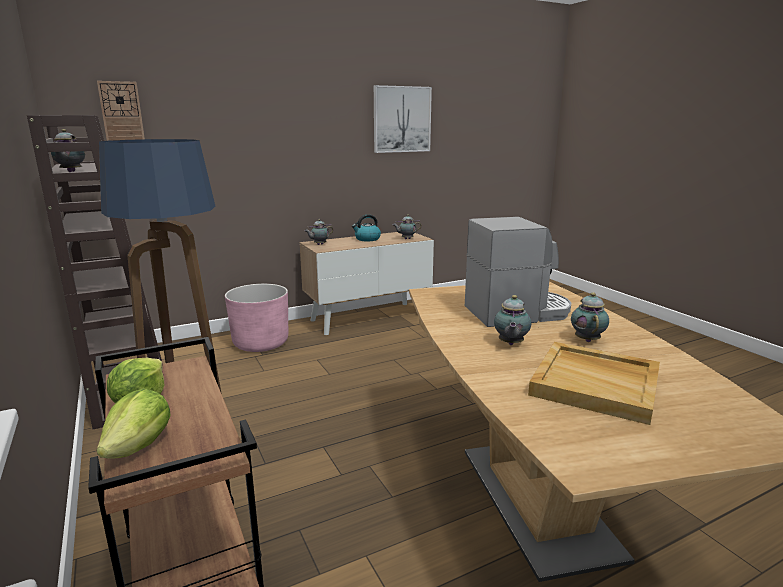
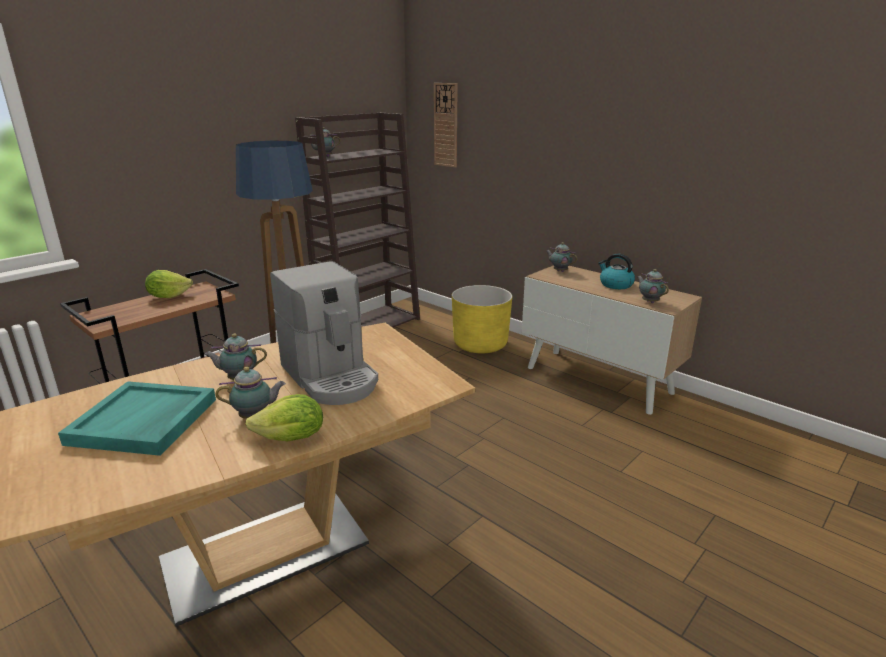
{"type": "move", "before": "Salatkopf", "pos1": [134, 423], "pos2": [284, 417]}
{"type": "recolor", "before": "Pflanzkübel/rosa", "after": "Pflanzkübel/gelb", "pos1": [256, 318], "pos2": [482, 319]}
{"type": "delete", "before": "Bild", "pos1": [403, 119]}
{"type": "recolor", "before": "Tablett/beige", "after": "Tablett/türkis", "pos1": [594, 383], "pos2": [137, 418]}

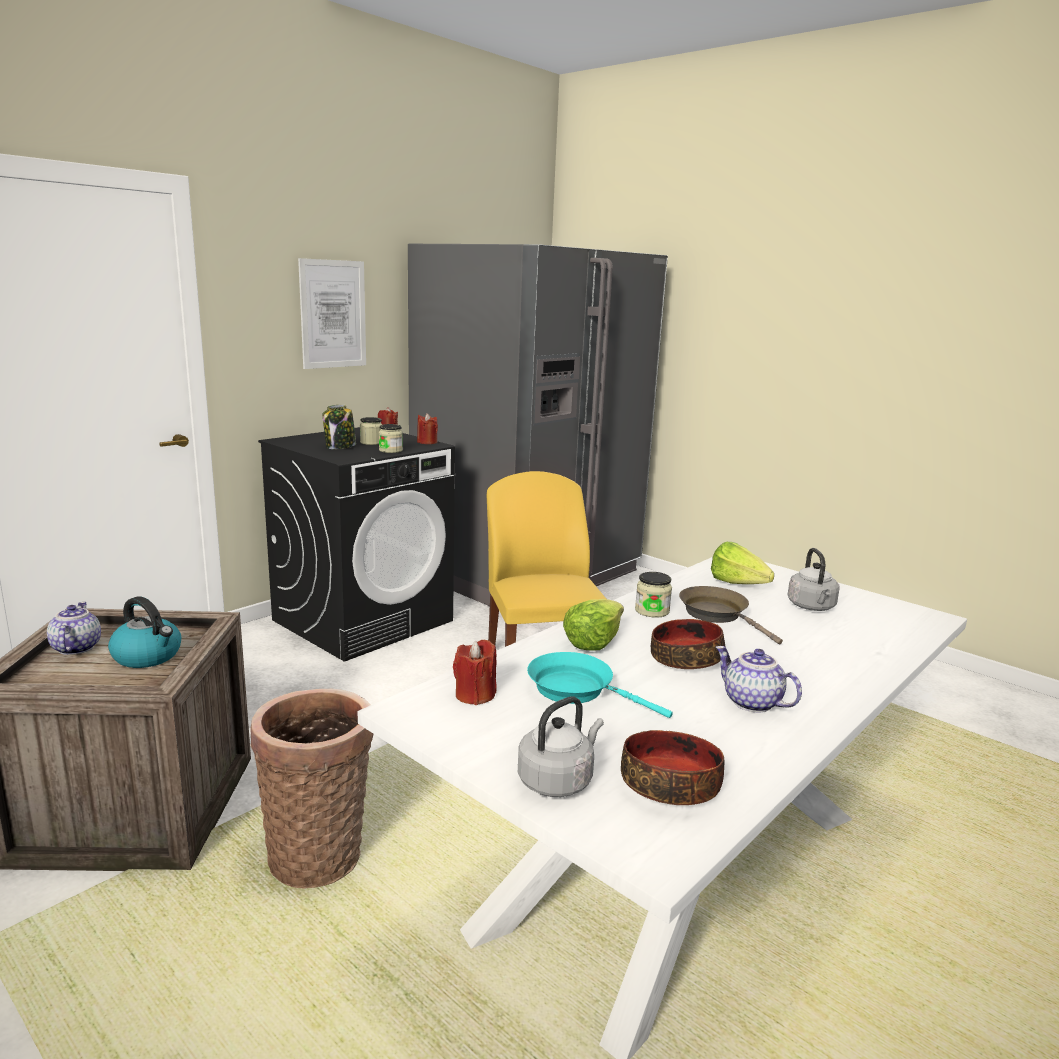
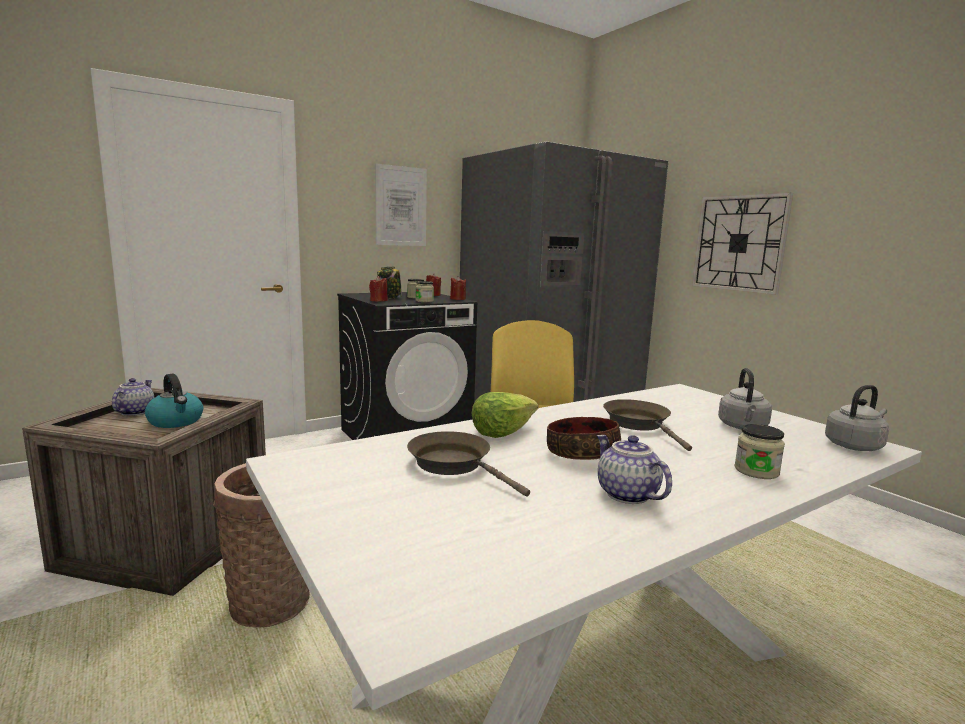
{"type": "move", "before": "Kerze/rot", "pos1": [475, 672], "pos2": [378, 288]}
{"type": "move", "before": "Wasserkessel/grau", "pos1": [561, 746], "pos2": [857, 418]}
{"type": "recolor", "before": "Pfanne/türkis", "after": "Pfanne/braun", "pos1": [600, 685], "pos2": [468, 464]}
{"type": "delete", "before": "Schüssel", "pos1": [672, 767]}
{"type": "move", "before": "Vorratsglas", "pos1": [653, 595], "pos2": [759, 451]}
{"type": "delete", "before": "Salatkopf", "pos1": [742, 563]}
{"type": "insert", "after": "Wanduhr", "pos2": [742, 243]}

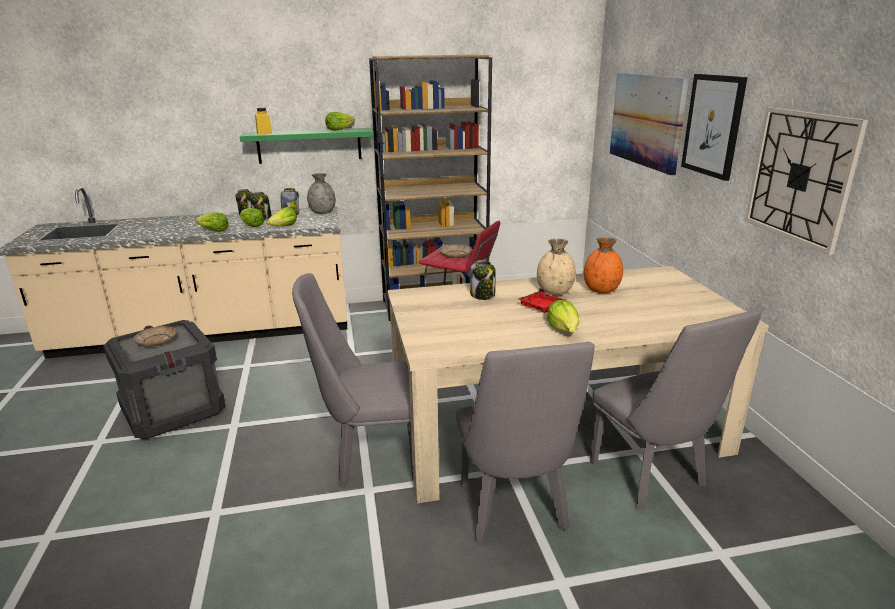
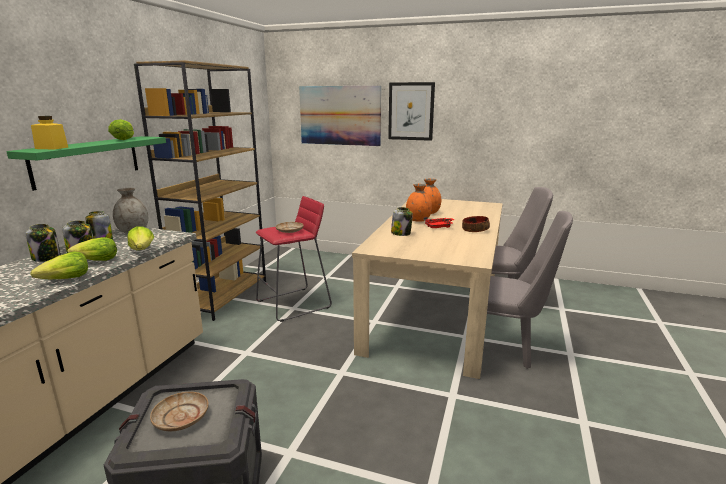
{"type": "delete", "before": "Stuhl/grau", "pos1": [352, 380]}
{"type": "recolor", "before": "Vase/beige", "after": "Vase/orange", "pos1": [556, 266], "pos2": [419, 203]}
{"type": "replace", "before": "Salatkopf", "after": "Schüssel", "pos1": [563, 316], "pos2": [476, 224]}
{"type": "delete", "before": "Wanduhr", "pos1": [806, 181]}

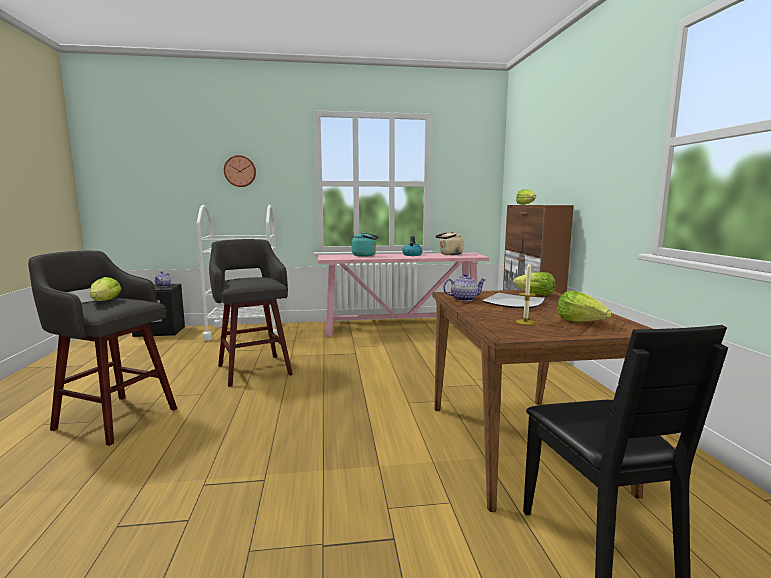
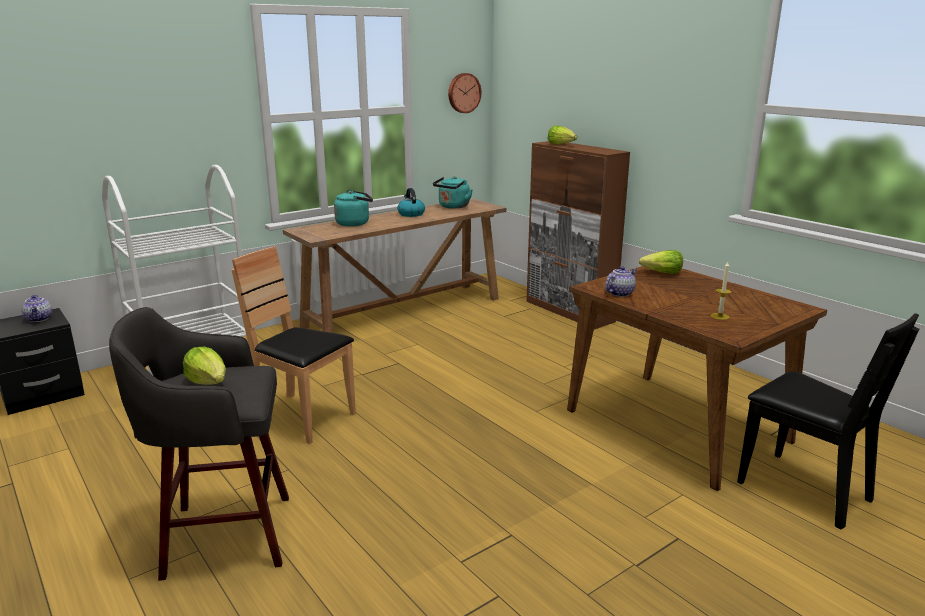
{"type": "replace", "before": "Hocker/grau", "after": "Stuhl/braun", "pos1": [251, 313], "pos2": [294, 345]}
{"type": "move", "before": "Wanduhr", "pos1": [240, 171], "pos2": [464, 93]}
{"type": "recolor", "before": "Konsolentisch/rosa", "after": "Konsolentisch/braun", "pos1": [403, 295], "pos2": [395, 265]}
{"type": "recolor", "before": "Wasserkessel/beige", "after": "Wasserkessel/türkis", "pos1": [450, 243], "pos2": [453, 192]}
{"type": "delete", "before": "Teller", "pos1": [513, 301]}
{"type": "delete", "before": "Salatkopf", "pos1": [584, 306]}

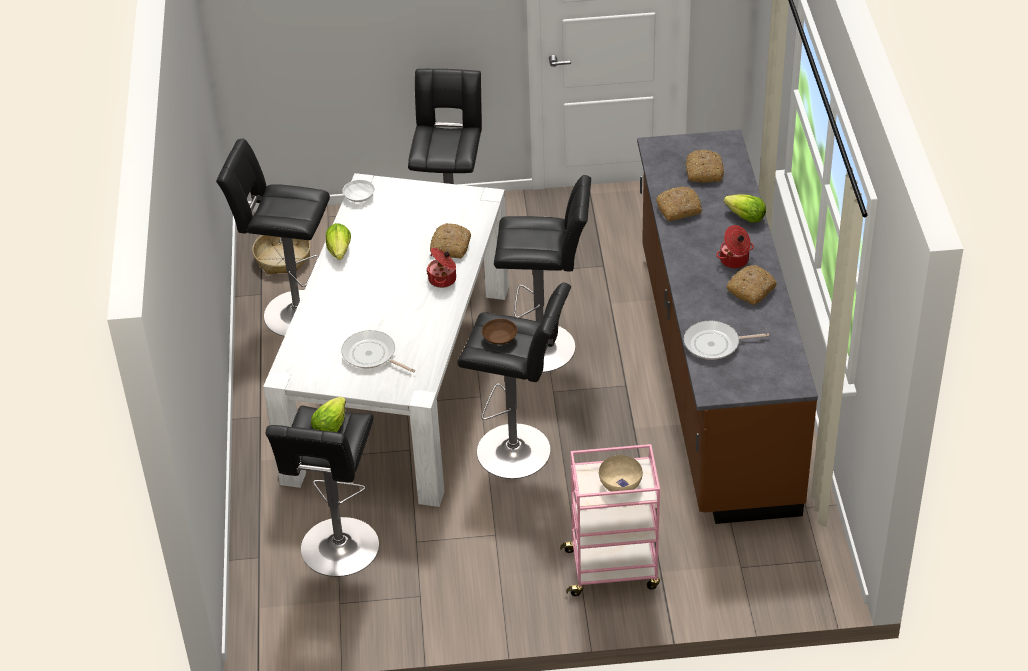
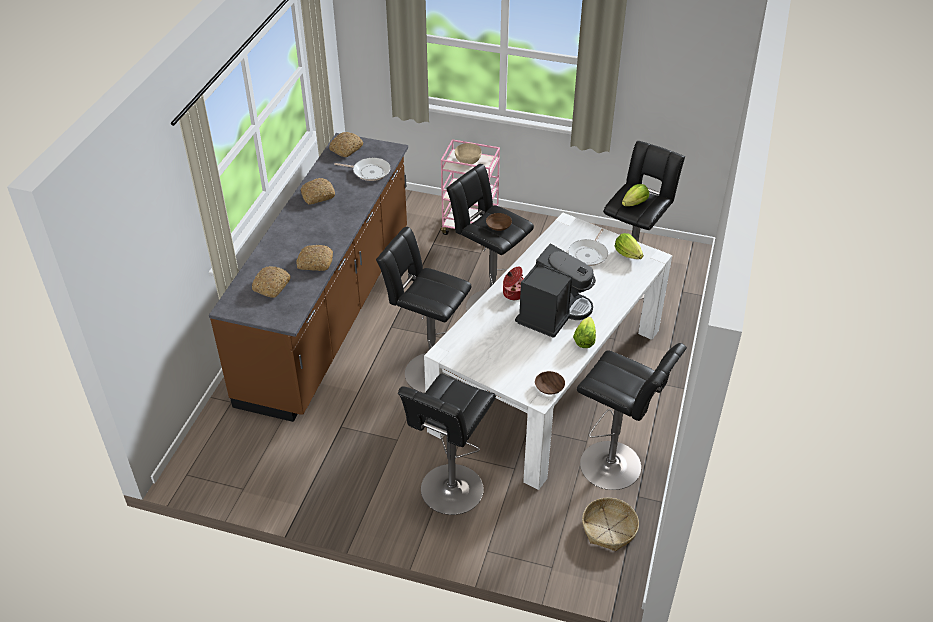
{"type": "rotate", "before": "Pfanne", "pos1": [378, 351], "pos2": [588, 247], "turn": 60}
{"type": "recolor", "before": "Schüssel/weiß", "after": "Schüssel/braun", "pos1": [358, 191], "pos2": [550, 383]}
{"type": "move", "before": "Brot", "pos1": [450, 240], "pos2": [346, 144]}
{"type": "delete", "before": "Kochtopf", "pos1": [735, 246]}
{"type": "move", "before": "Salatkopf", "pos1": [745, 208], "pos2": [629, 246]}
{"type": "insert", "after": "Kaffeemaschine", "pos2": [555, 290]}

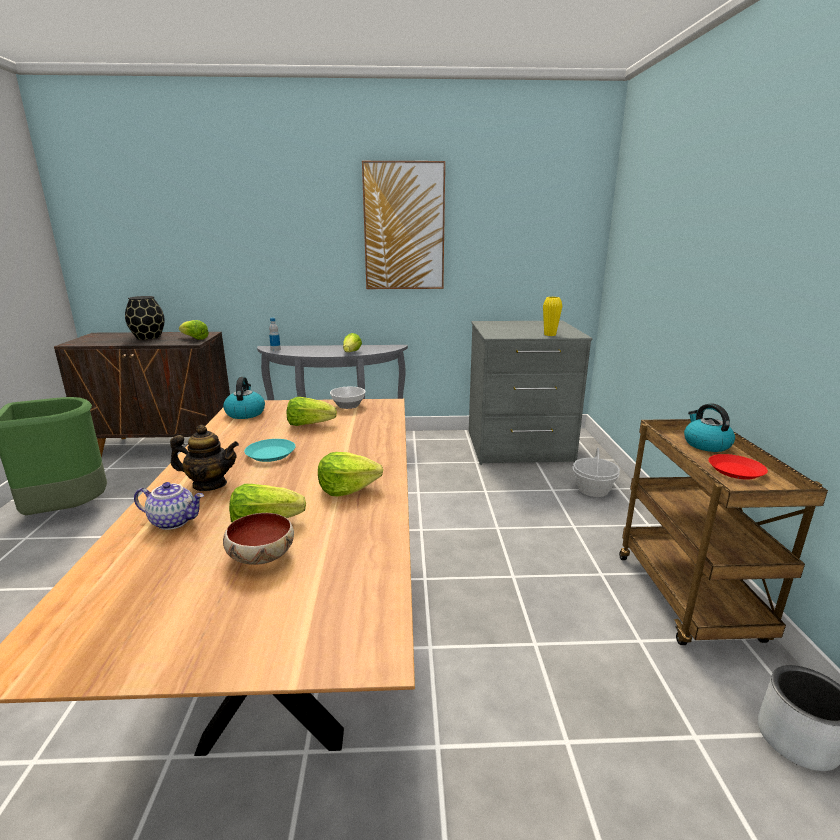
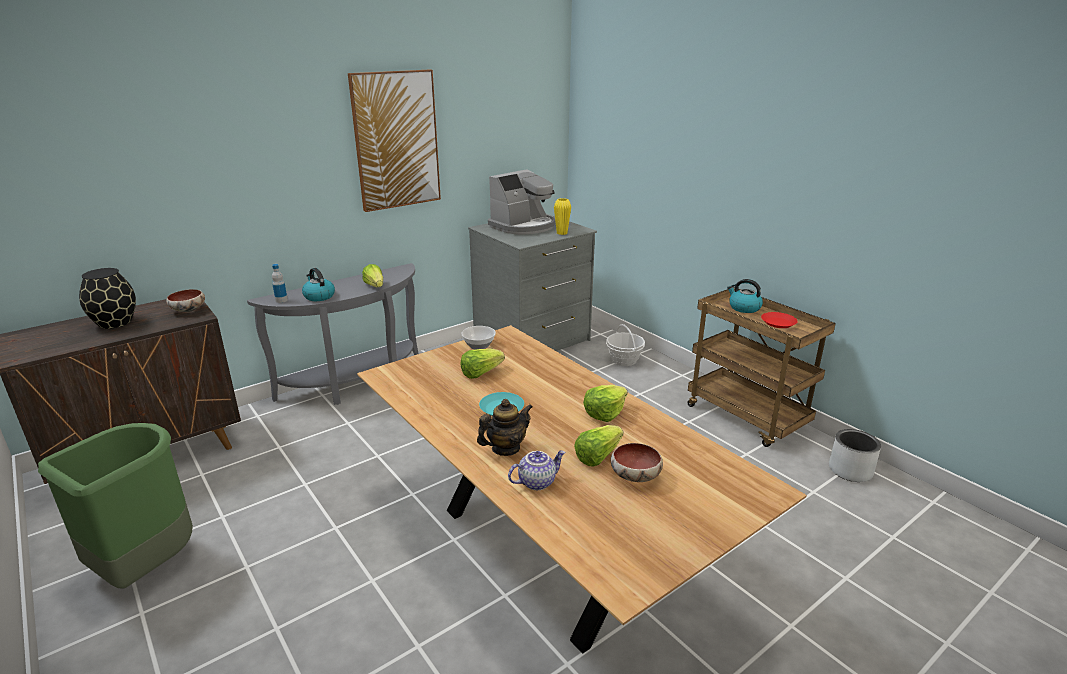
{"type": "replace", "before": "Salatkopf", "after": "Schüssel", "pos1": [194, 330], "pos2": [185, 300]}
{"type": "move", "before": "Wasserkessel", "pos1": [244, 398], "pos2": [318, 284]}
{"type": "insert", "after": "Kaffeemaschine", "pos2": [521, 202]}

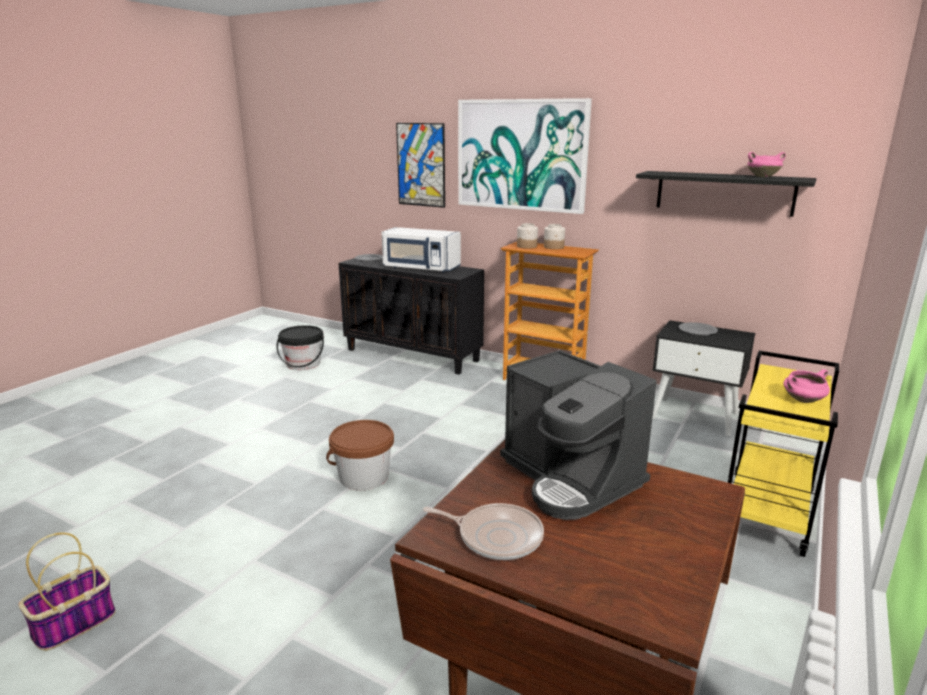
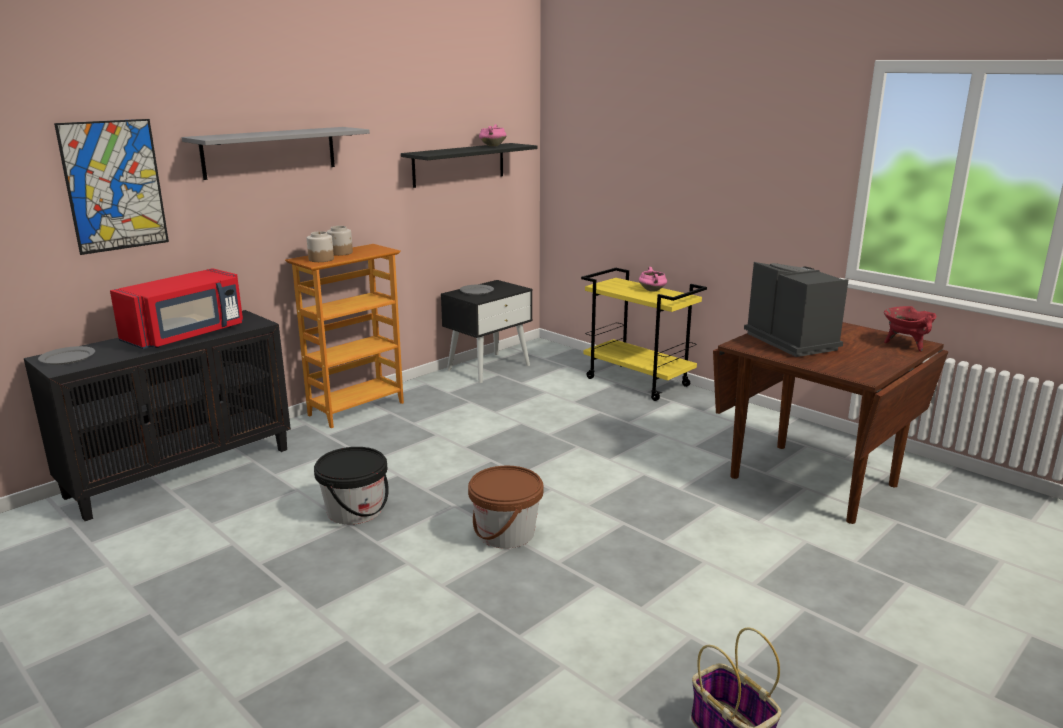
{"type": "move", "before": "Eimer/schwarz", "pos1": [300, 347], "pos2": [351, 486]}
{"type": "recolor", "before": "Mikrowelle/weiß", "after": "Mikrowelle/rot", "pos1": [421, 250], "pos2": [176, 308]}
{"type": "delete", "before": "Pfanne", "pos1": [483, 531]}
{"type": "replace", "before": "Bild", "after": "Wandregal/grau", "pos1": [525, 156], "pos2": [276, 153]}
{"type": "rotate", "before": "Kaffeemaschine", "pos1": [578, 435], "pos2": [796, 309], "turn": -90}
{"type": "insert", "after": "Kochtopf/rot", "pos2": [910, 329]}

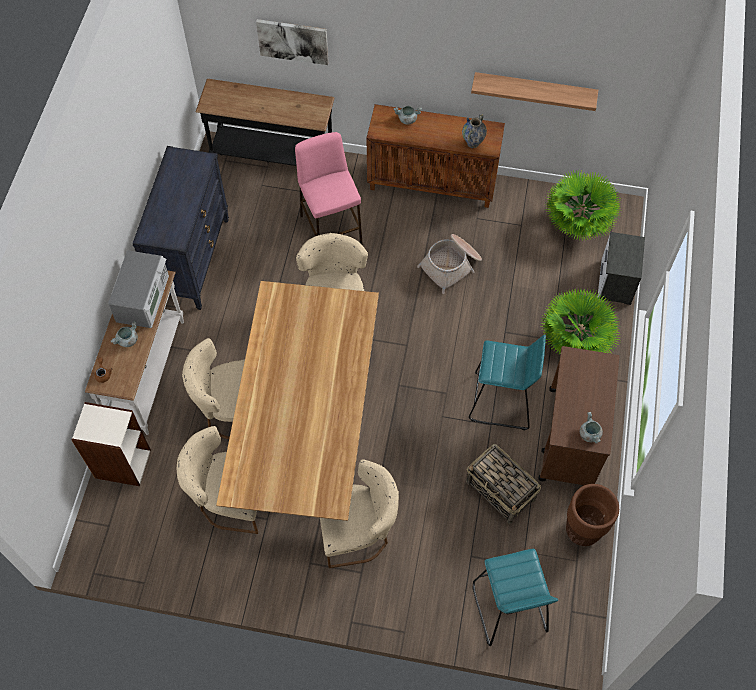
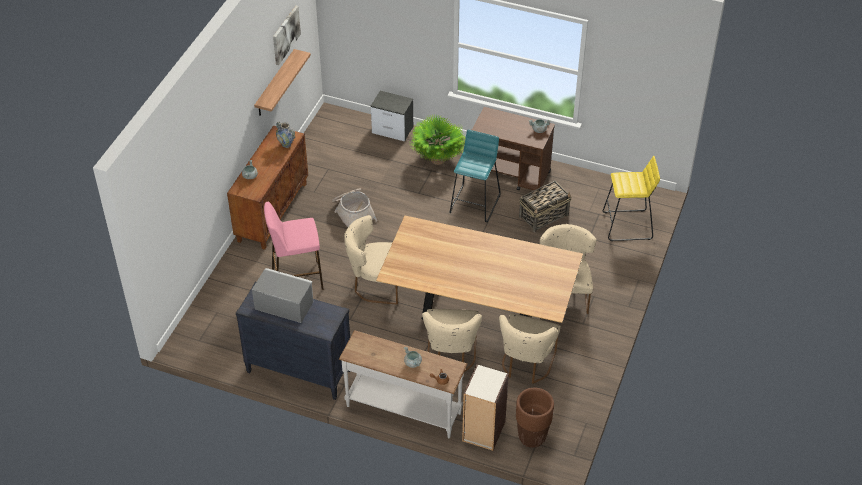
{"type": "move", "before": "Mikrowelle", "pos1": [138, 289], "pos2": [283, 295]}
{"type": "delete", "before": "Konsolentisch/schwarz", "pos1": [265, 122]}
{"type": "move", "before": "Bild", "pos1": [292, 42], "pos2": [287, 35]}
{"type": "recolor", "before": "Hocker/türkis", "after": "Hocker/gelb", "pos1": [515, 597], "pos2": [631, 198]}
{"type": "delete", "before": "Topfpflanze", "pos1": [583, 205]}
{"type": "move", "before": "Pflanzkübel/braun", "pos1": [592, 515], "pos2": [535, 418]}

